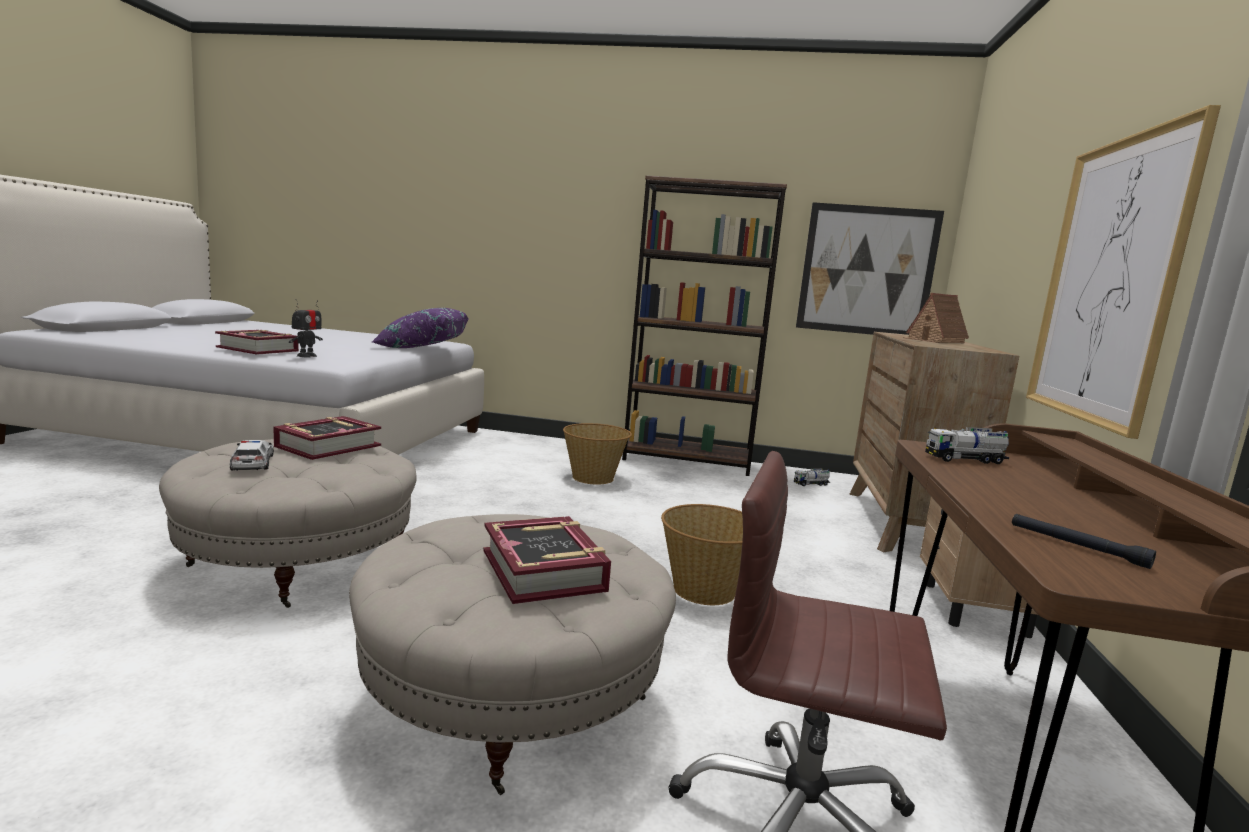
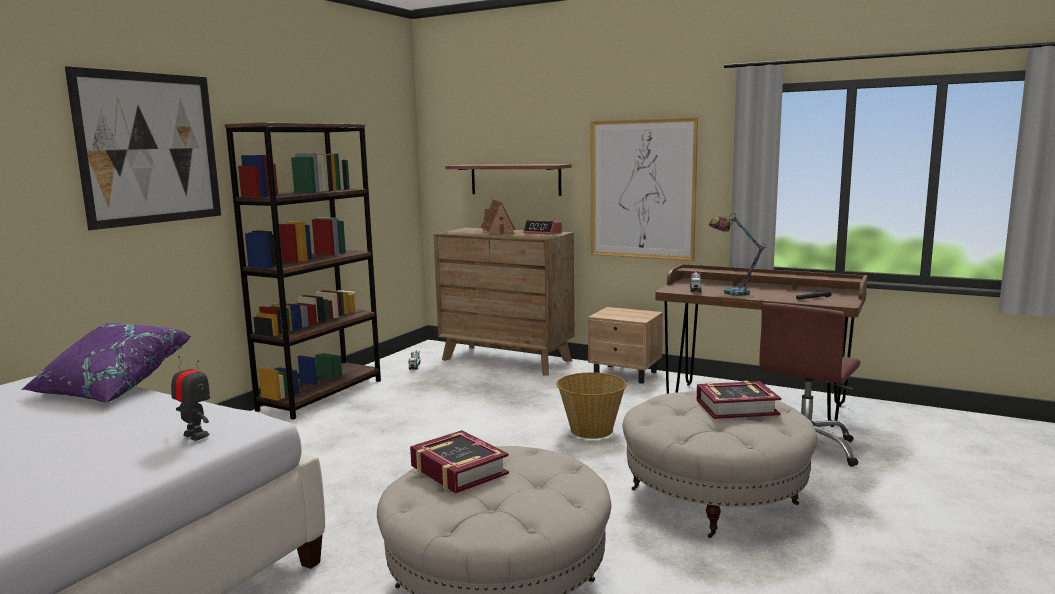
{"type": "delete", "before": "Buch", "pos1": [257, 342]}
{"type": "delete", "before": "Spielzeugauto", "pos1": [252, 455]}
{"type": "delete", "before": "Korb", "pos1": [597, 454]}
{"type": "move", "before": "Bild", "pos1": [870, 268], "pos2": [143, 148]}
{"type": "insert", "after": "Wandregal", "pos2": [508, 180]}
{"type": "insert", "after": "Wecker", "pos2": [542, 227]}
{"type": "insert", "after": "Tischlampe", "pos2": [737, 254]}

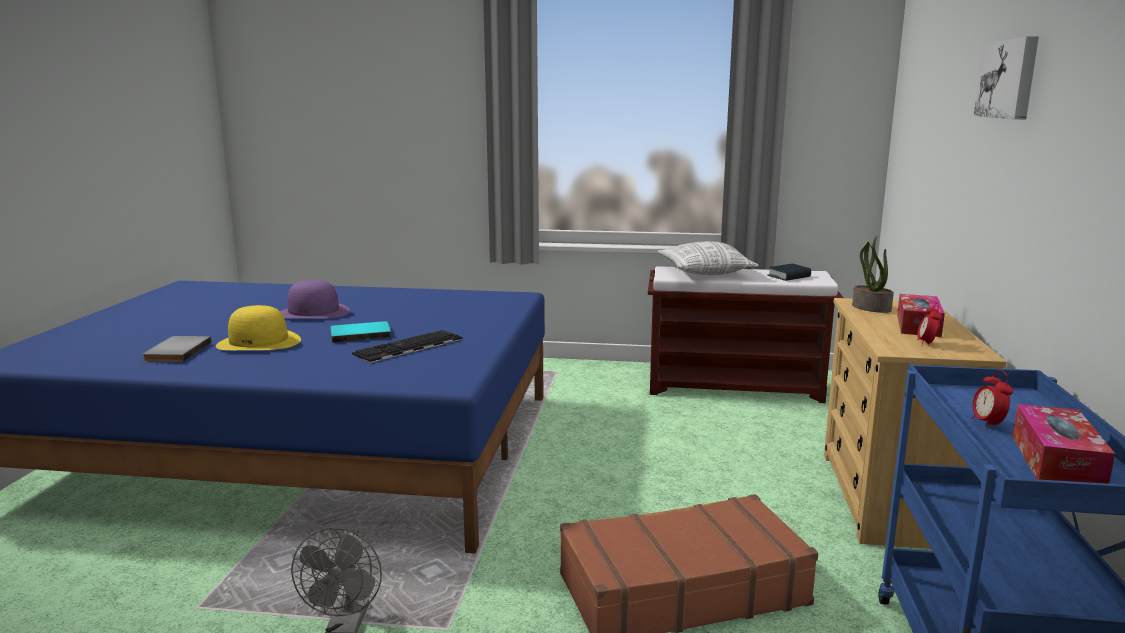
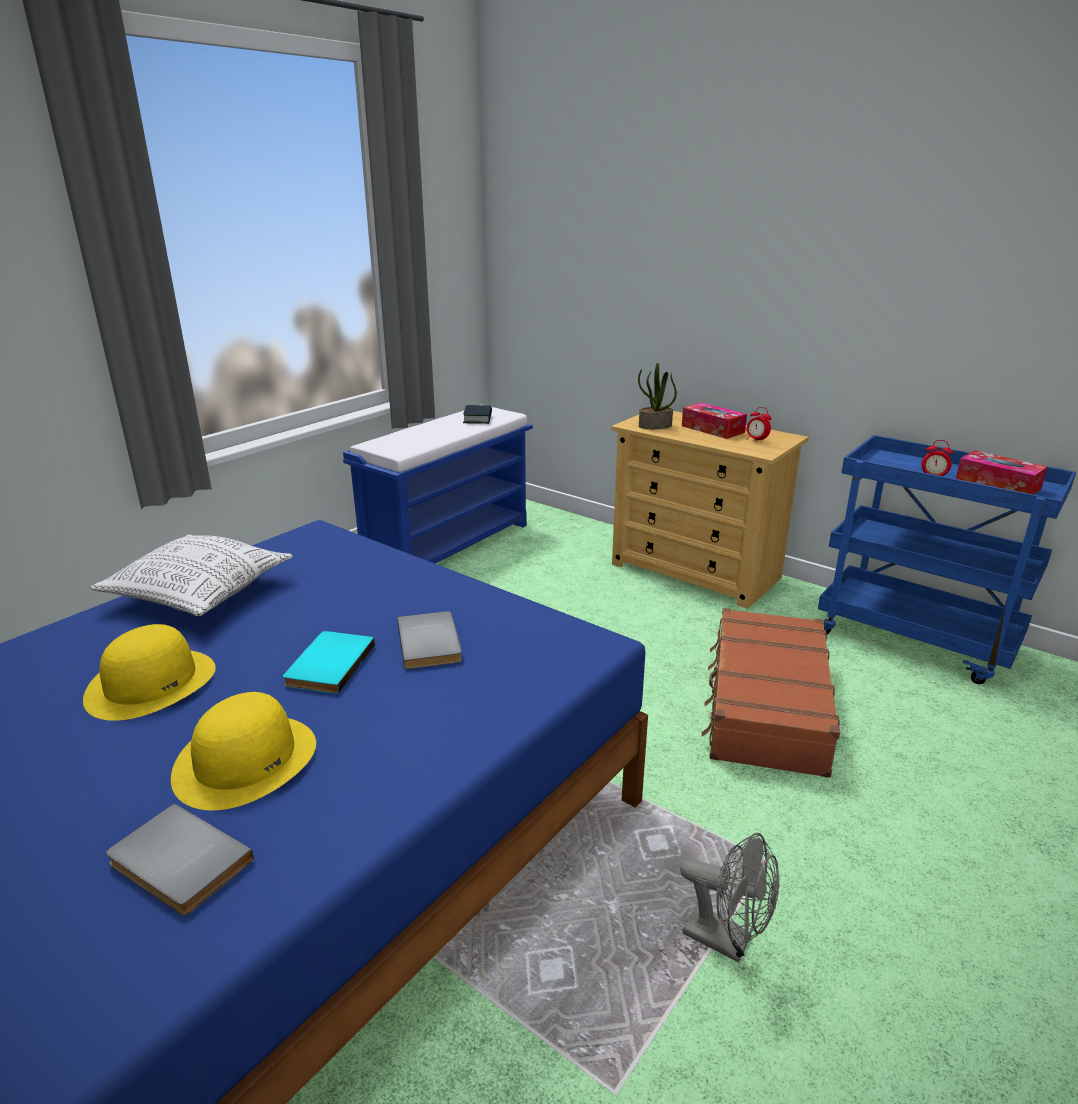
{"type": "recolor", "before": "Hut/lila", "after": "Hut/gelb", "pos1": [315, 299], "pos2": [149, 672]}
{"type": "replace", "before": "Tastatur", "after": "Buch/grau", "pos1": [407, 346], "pos2": [429, 640]}
{"type": "recolor", "before": "Bank/braun", "after": "Bank/blau", "pos1": [745, 334], "pos2": [438, 485]}
{"type": "move", "before": "Kissen", "pos1": [708, 258], "pos2": [191, 575]}
{"type": "delete", "before": "Bild", "pos1": [1006, 77]}

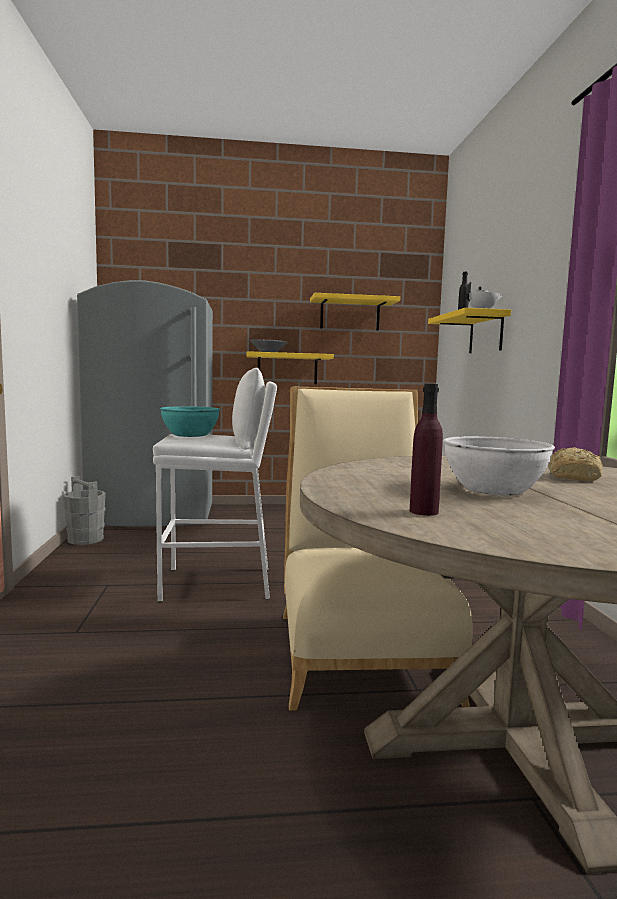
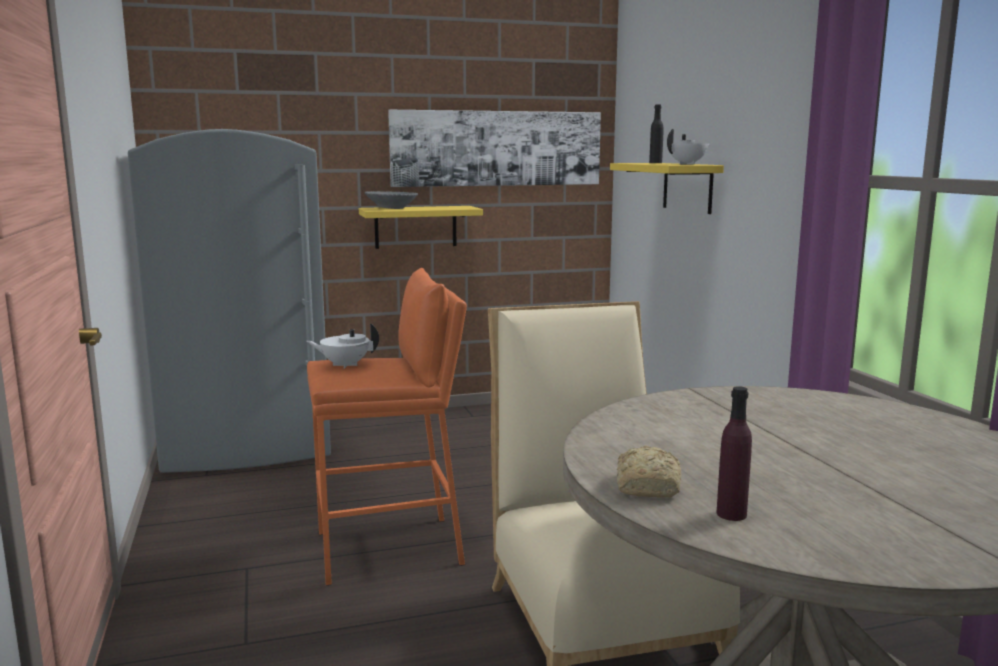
{"type": "delete", "before": "Eimer/grau", "pos1": [84, 510]}
{"type": "recolor", "before": "Hocker/weiß", "after": "Hocker/orange", "pos1": [215, 485], "pos2": [387, 427]}
{"type": "replace", "before": "Schüssel/türkis", "after": "Teekanne/weiß", "pos1": [190, 421], "pos2": [343, 346]}
{"type": "replace", "before": "Wandregal/gelb", "after": "Bild", "pos1": [355, 312], "pos2": [494, 148]}
{"type": "delete", "before": "Schüssel/weiß", "pos1": [499, 465]}
{"type": "move", "before": "Brot", "pos1": [575, 464], "pos2": [649, 472]}

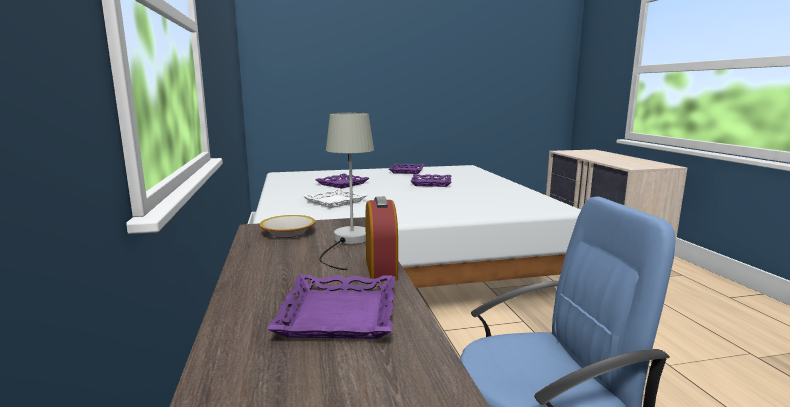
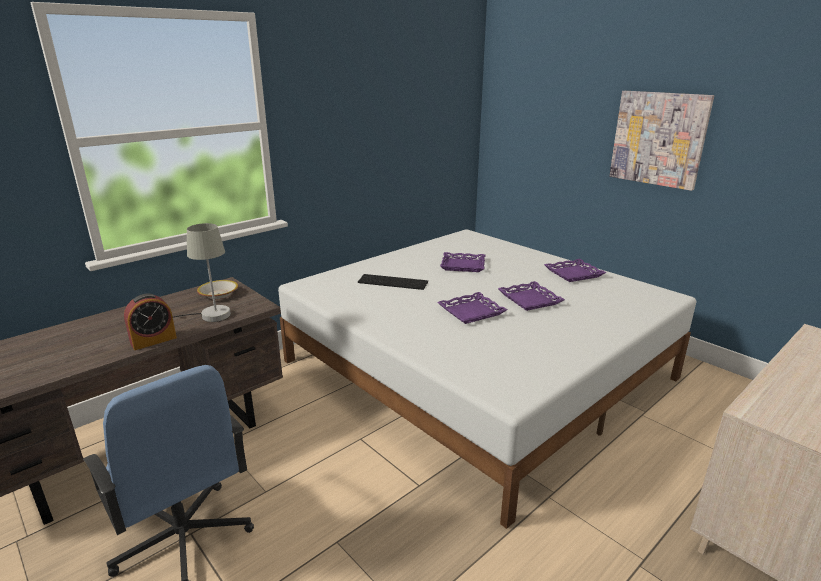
{"type": "move", "before": "Tablett/lila", "pos1": [331, 307], "pos2": [472, 308]}
{"type": "replace", "before": "Tablett/weiß", "after": "Tastatur", "pos1": [335, 198], "pos2": [393, 282]}
{"type": "insert", "after": "Bild", "pos2": [661, 141]}

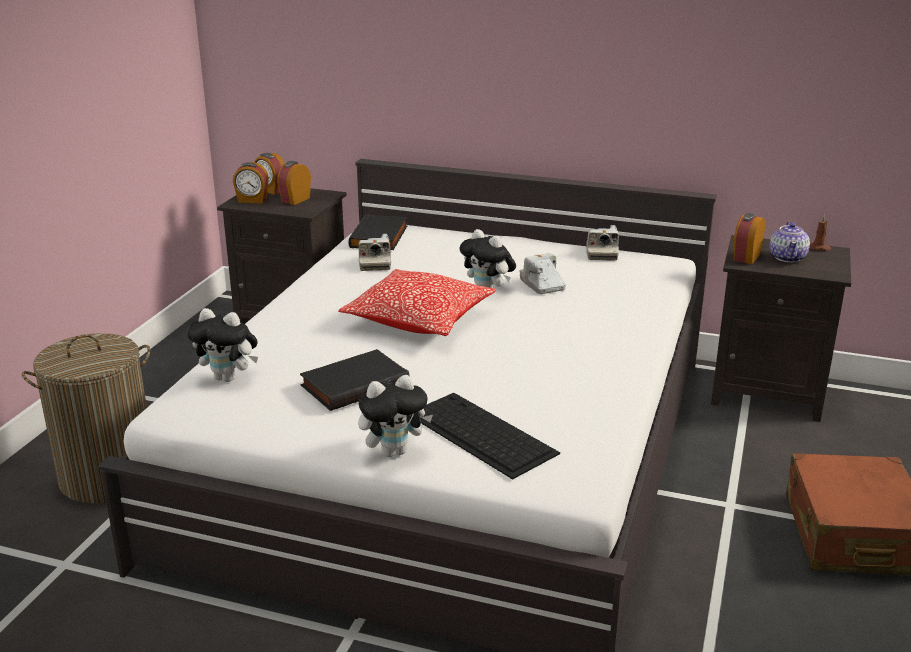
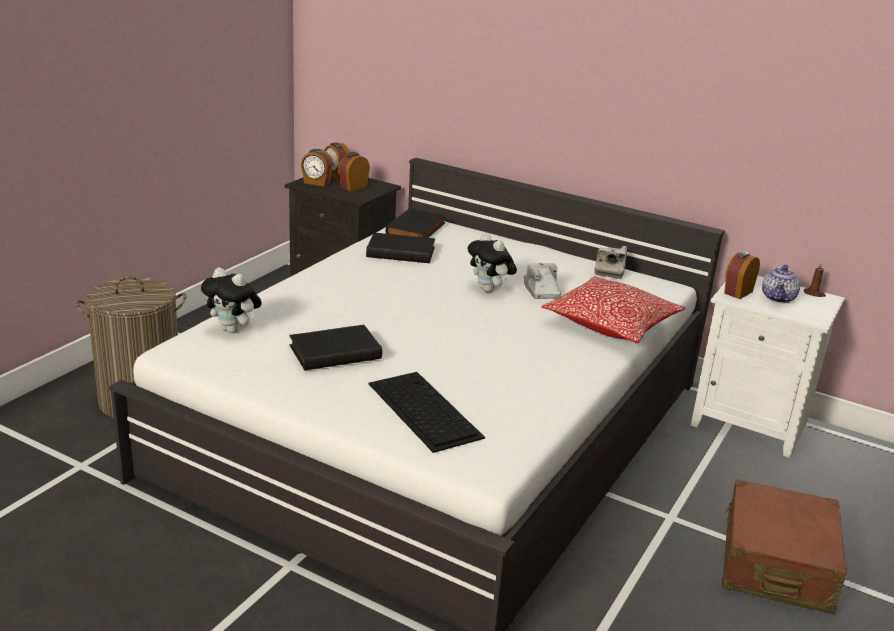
{"type": "move", "before": "Kissen", "pos1": [417, 302], "pos2": [614, 309]}
{"type": "delete", "before": "Plüschtier", "pos1": [395, 416]}
{"type": "replace", "before": "Kamera", "after": "Buch/schwarz", "pos1": [375, 252], "pos2": [400, 247]}
{"type": "recolor", "before": "Nachttisch/schwarz", "after": "Nachttisch/weiß", "pos1": [781, 328], "pos2": [768, 367]}

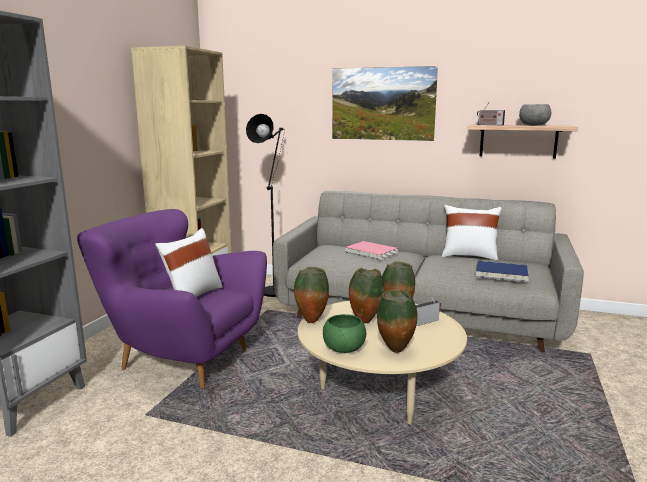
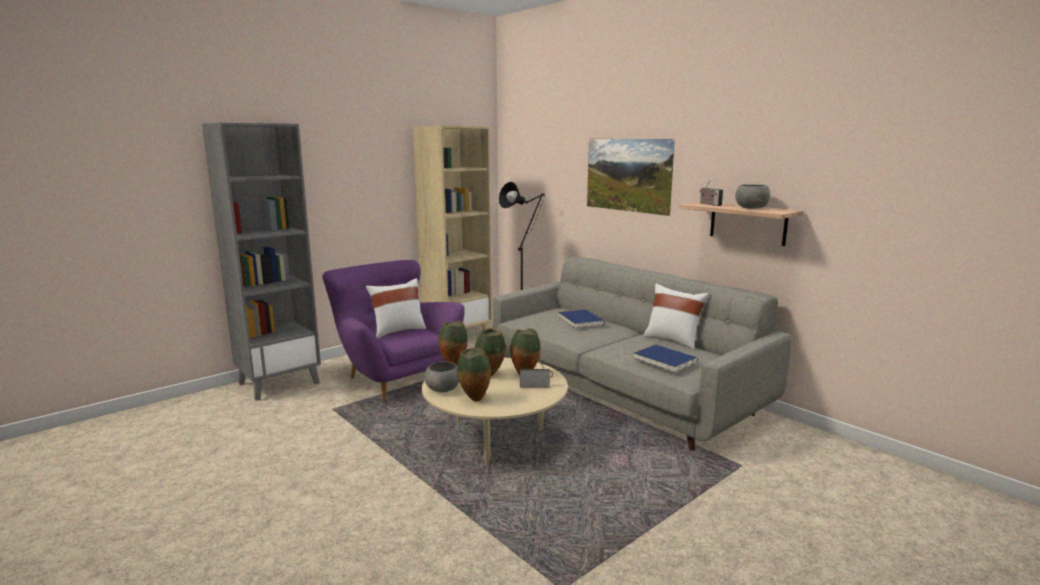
{"type": "recolor", "before": "Schüssel/grün", "after": "Schüssel/grau", "pos1": [344, 333], "pos2": [441, 376]}
{"type": "recolor", "before": "Buch/rosa", "after": "Buch/blau", "pos1": [371, 250], "pos2": [581, 319]}

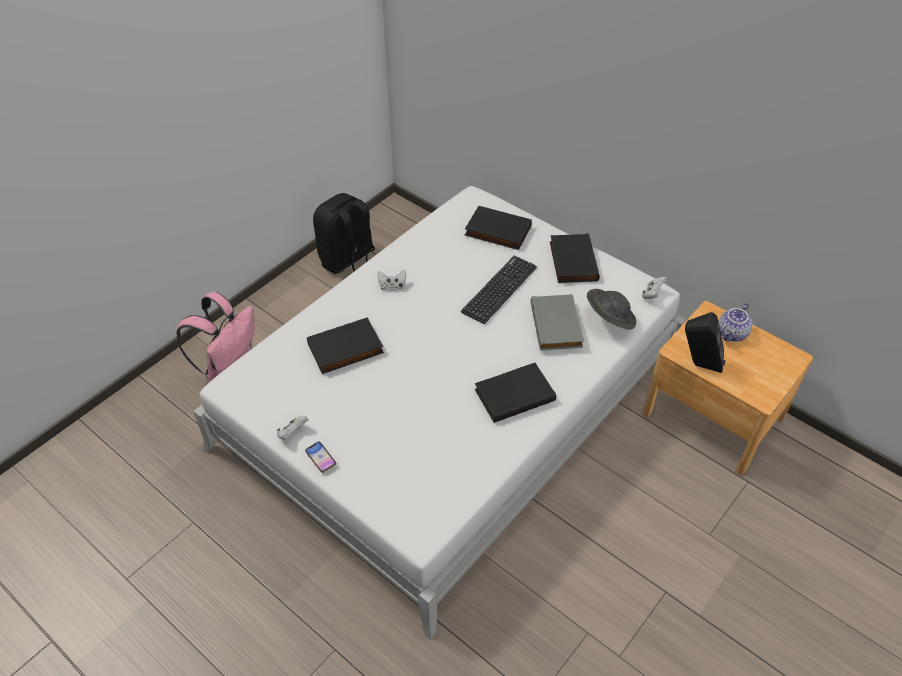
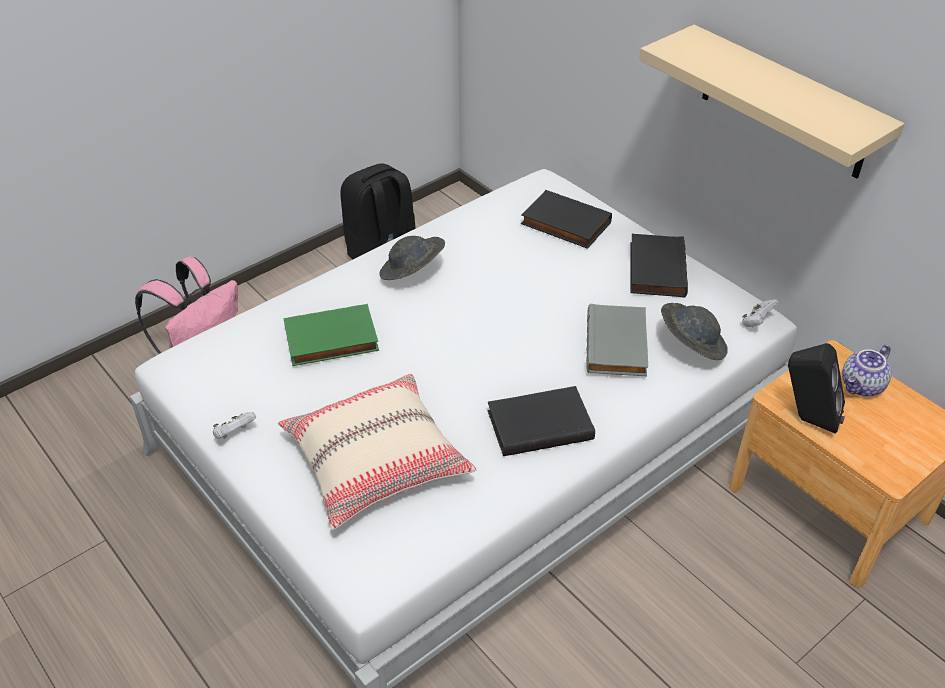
{"type": "delete", "before": "Handy", "pos1": [320, 457]}
{"type": "recolor", "before": "Buch/schwarz", "after": "Buch/grün", "pos1": [345, 345], "pos2": [331, 335]}
{"type": "replace", "before": "Gamepad/weiß", "after": "Hut/grau", "pos1": [391, 280], "pos2": [412, 258]}
{"type": "delete", "before": "Tastatur", "pos1": [499, 290]}
{"type": "insert", "after": "Kissen/beige", "pos2": [377, 452]}
{"type": "insert", "after": "Wandregal/beige", "pos2": [772, 101]}

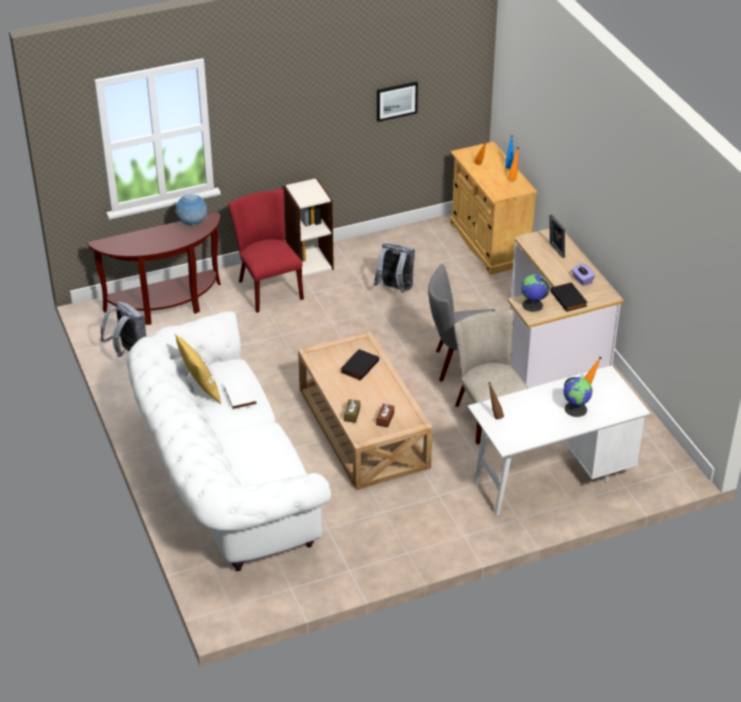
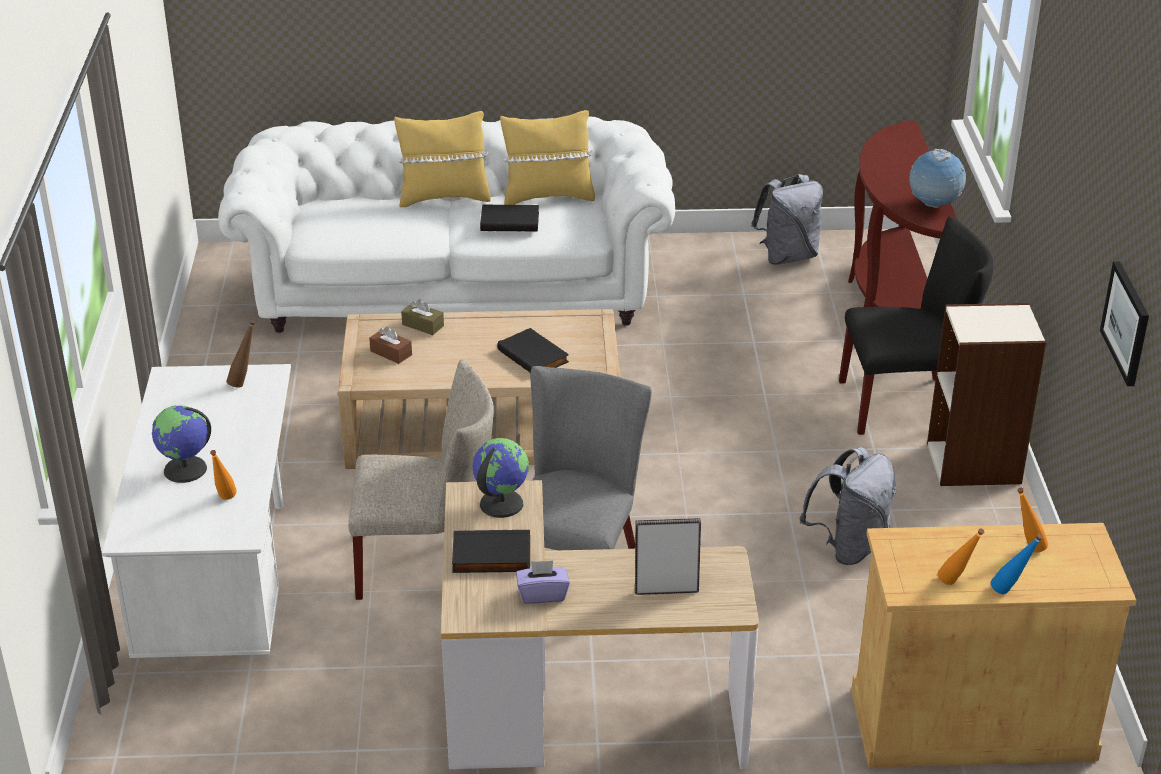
{"type": "recolor", "before": "Buch/weiß", "after": "Buch/schwarz", "pos1": [240, 394], "pos2": [509, 218]}
{"type": "recolor", "before": "Stuhl/rot", "after": "Stuhl/schwarz", "pos1": [266, 251], "pos2": [916, 325]}
{"type": "insert", "after": "Kissen/gelb", "pos2": [442, 159]}

